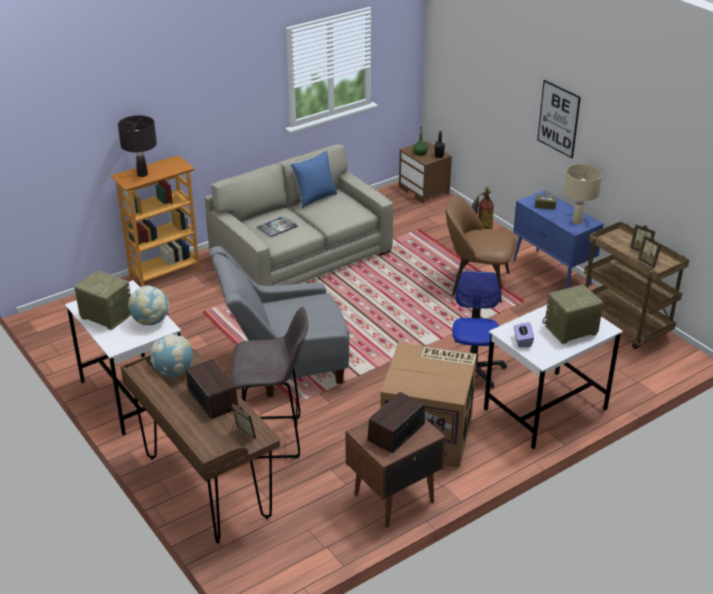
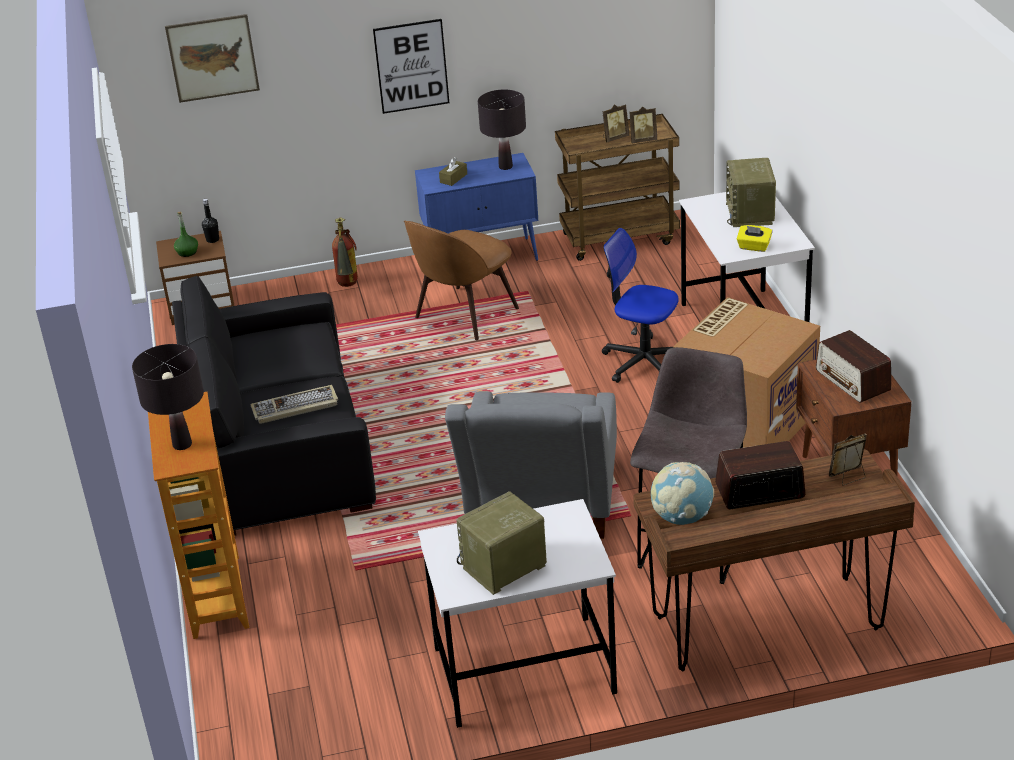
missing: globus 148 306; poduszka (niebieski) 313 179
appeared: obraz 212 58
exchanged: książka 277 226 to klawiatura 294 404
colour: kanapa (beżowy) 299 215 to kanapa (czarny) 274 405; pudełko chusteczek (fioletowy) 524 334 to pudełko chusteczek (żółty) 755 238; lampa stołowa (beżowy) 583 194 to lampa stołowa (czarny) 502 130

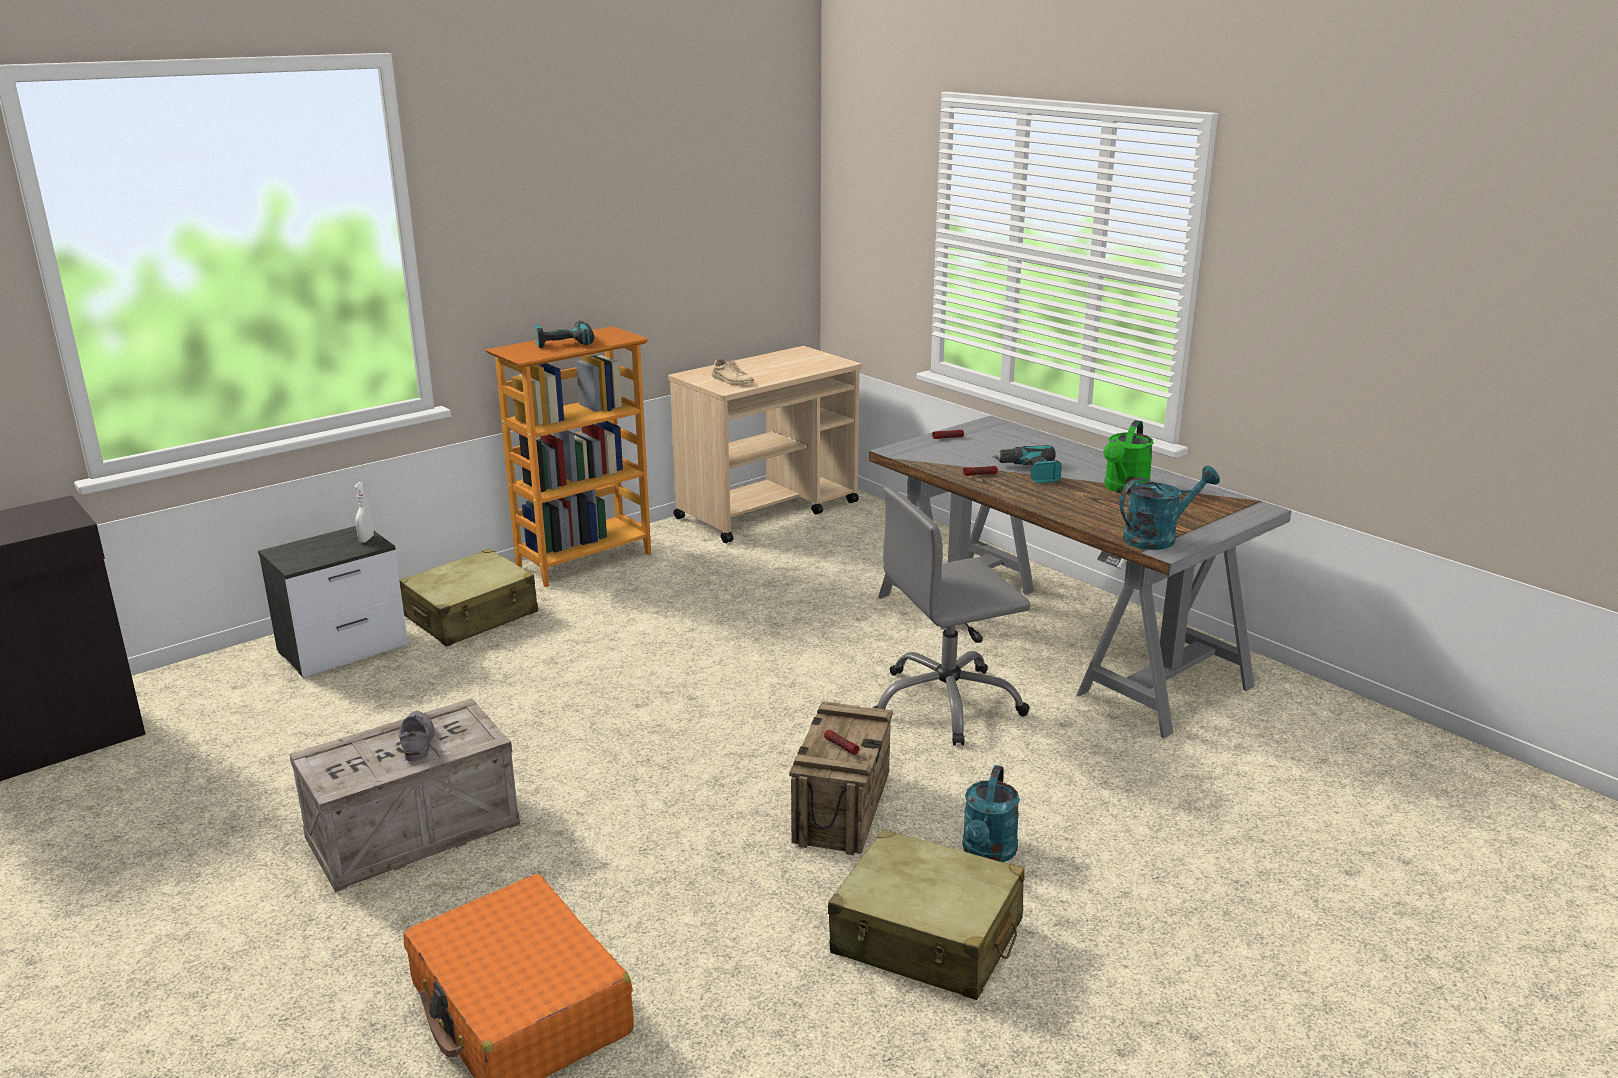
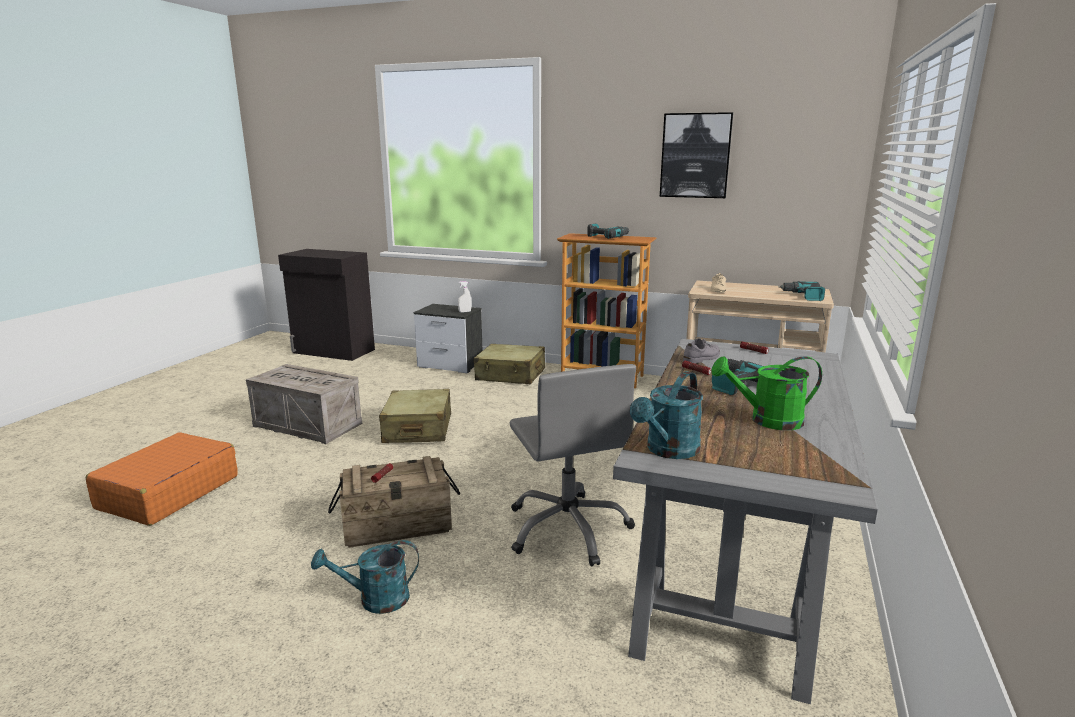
appeared: obraz 696 155; wiertarka 801 291
relocated: but (szary) 417 736 to 701 351; walizka (beżowy) 926 914 to 415 416
spun: krzesło biurowe (szary) 951 615 = 573 465 150 degrees counterclockwise; konewka (turkusowy) 1169 508 = 666 415 90 degrees clockwise

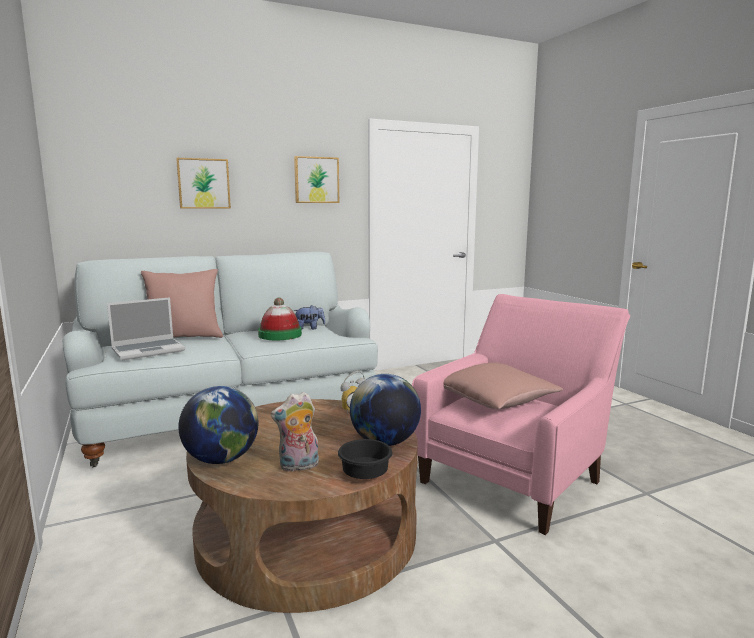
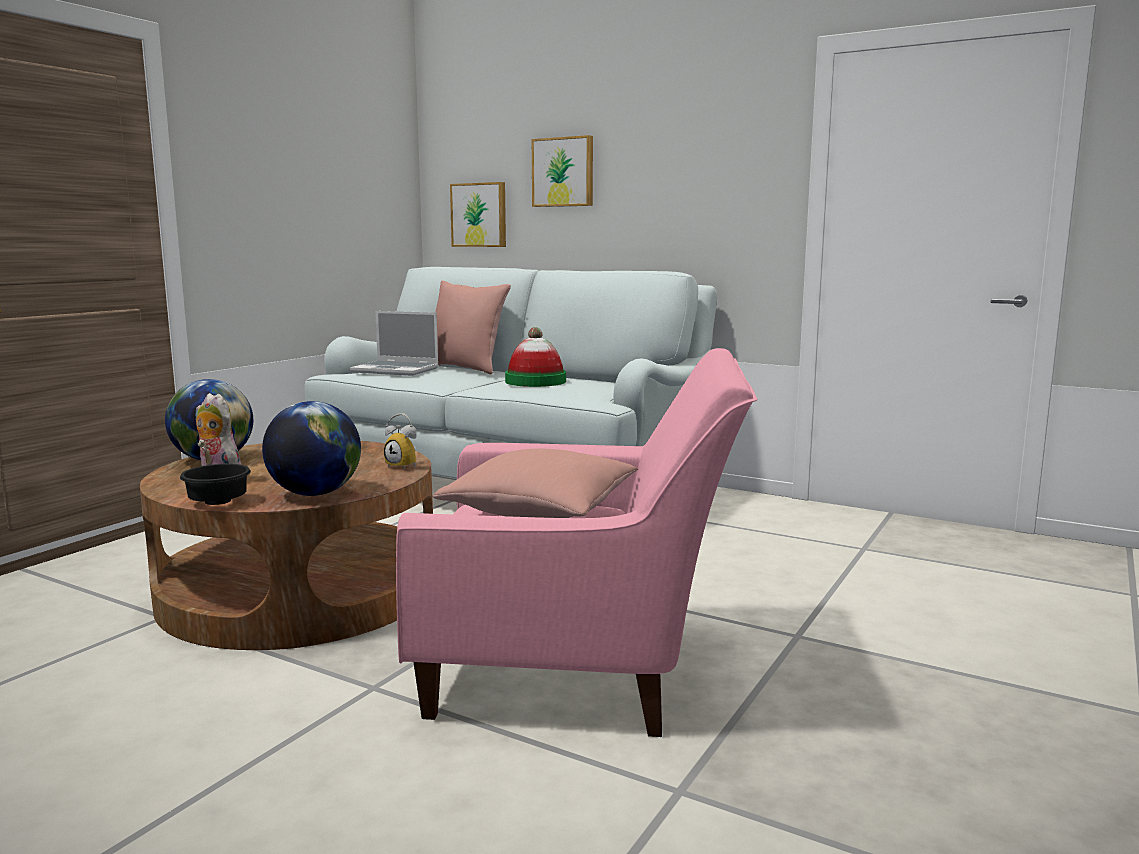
missing: pluszak 309 317
relocated: obraz 316 179 to 478 214

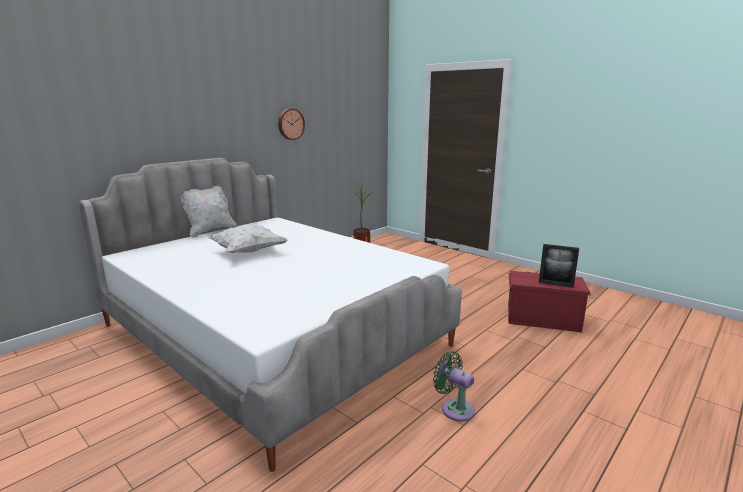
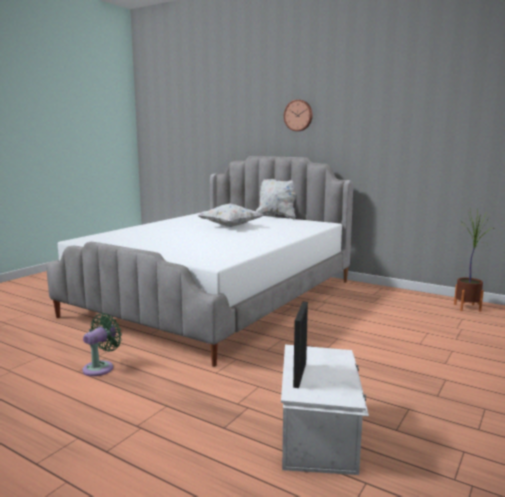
relocated: zegar ścienny 291 124 to 298 115
colour: pojemnik do przechowywania (czerwony) 549 301 to pojemnik do przechowywania (biały) 325 410

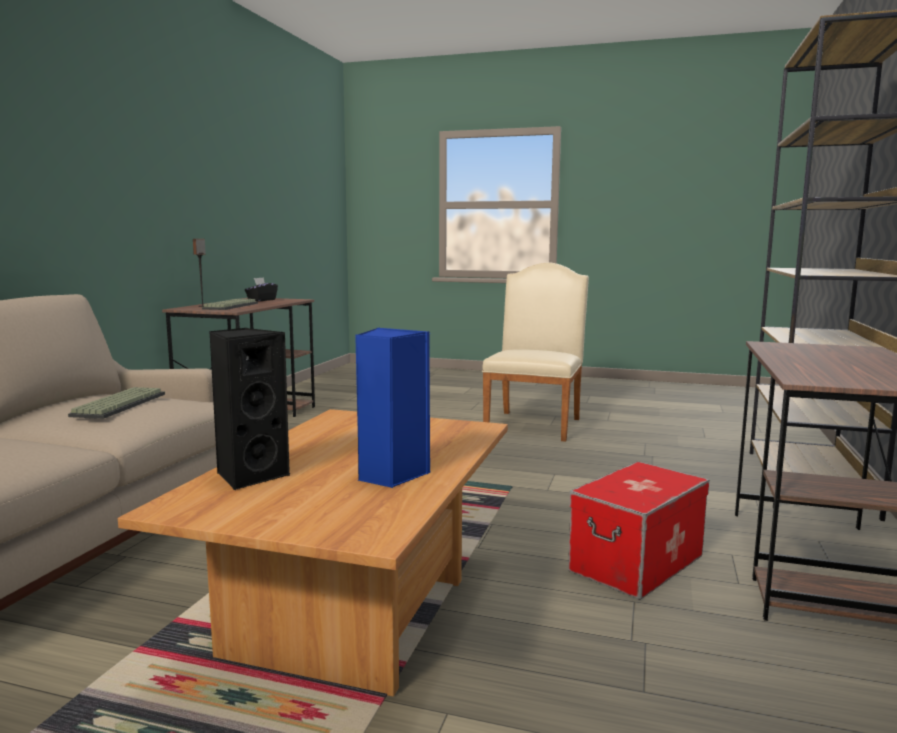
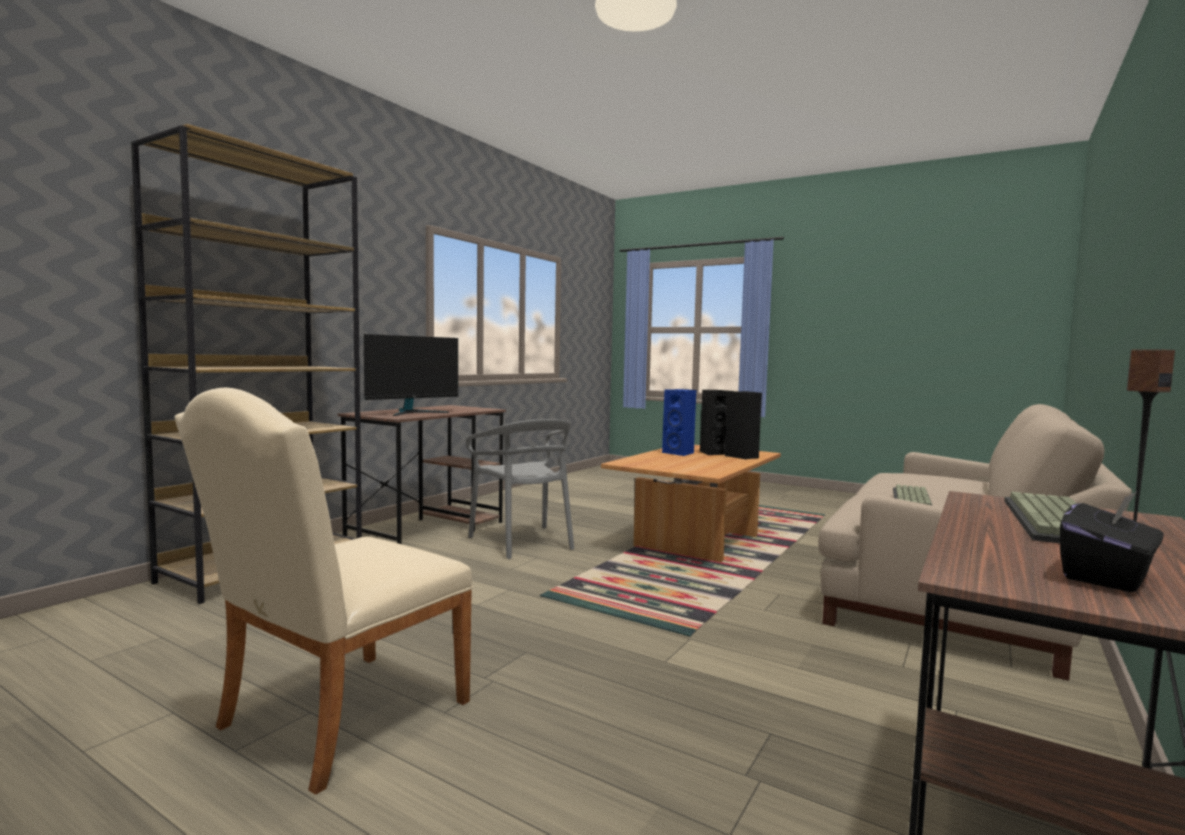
appeared: monitor 411 375; głośnik (czarny) 716 422
exchanged: pojemnik do przechowywania 638 530 to krzesło (szary) 520 489

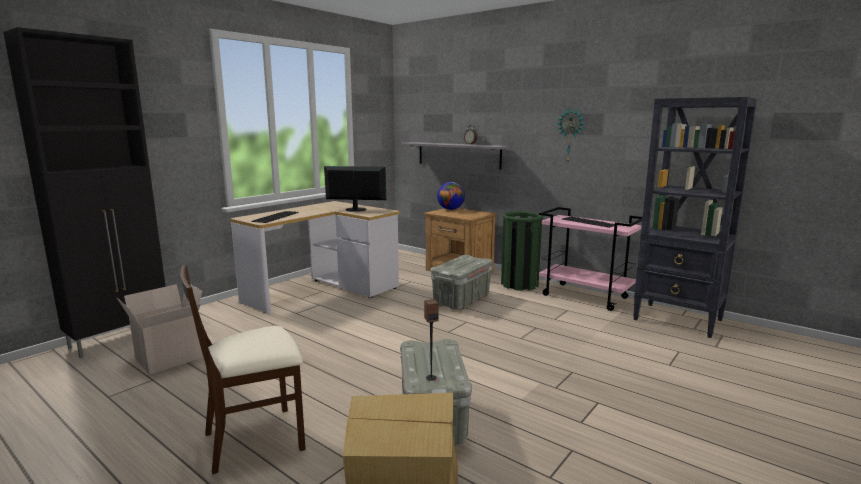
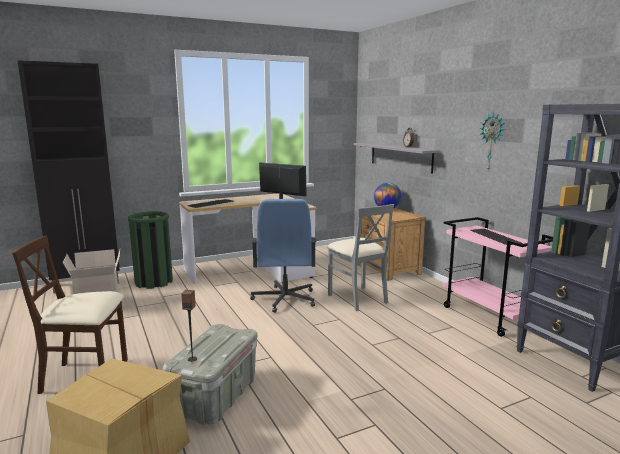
appeared: krzesło biurowe (niebieski) 283 256
relocated: kosz na śmieci (zielony) 522 251 to 150 250
exchanged: pojemnik do przechowywania (szary) 461 282 to krzesło (szary) 360 257

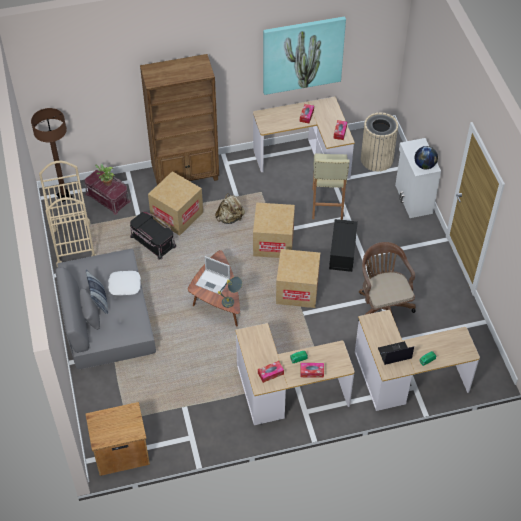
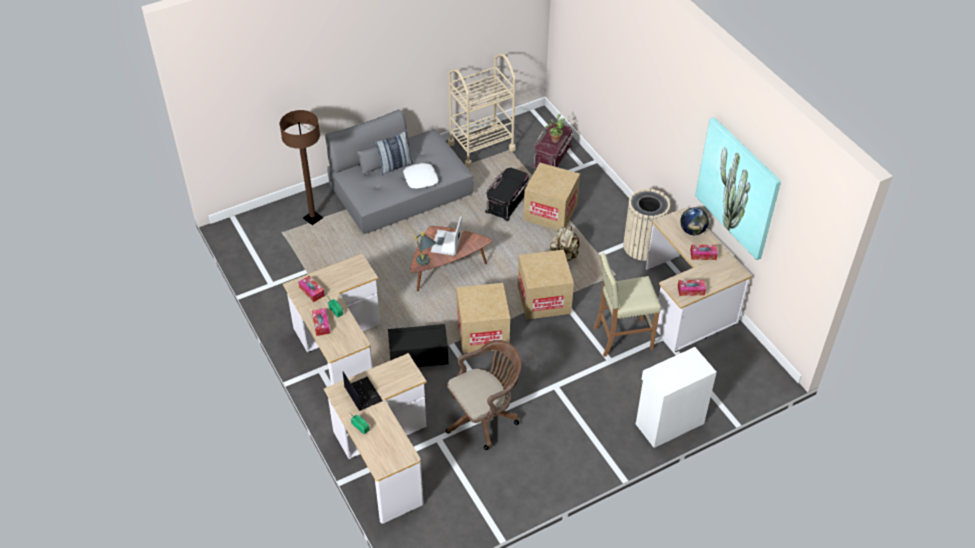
missing: szafka nocna (brązowy) 118 439; regał (brązowy) 179 119
relocated: lampa stojąca (brązowy) 51 155 to 301 167; pojemnik do przechowywania (czarny) 343 245 to 418 345; kosz na śmieci (beżowy) 379 142 to 646 225; globus 426 157 to 694 221

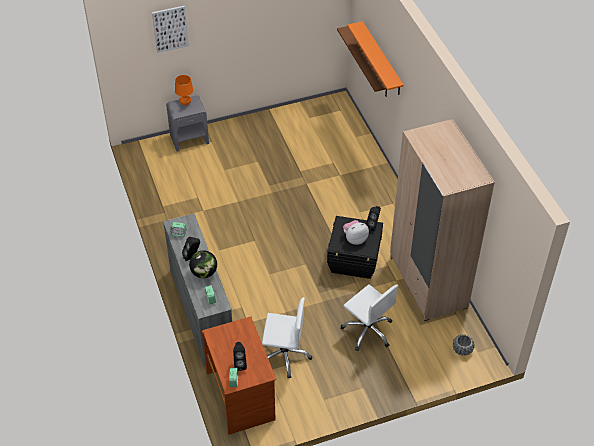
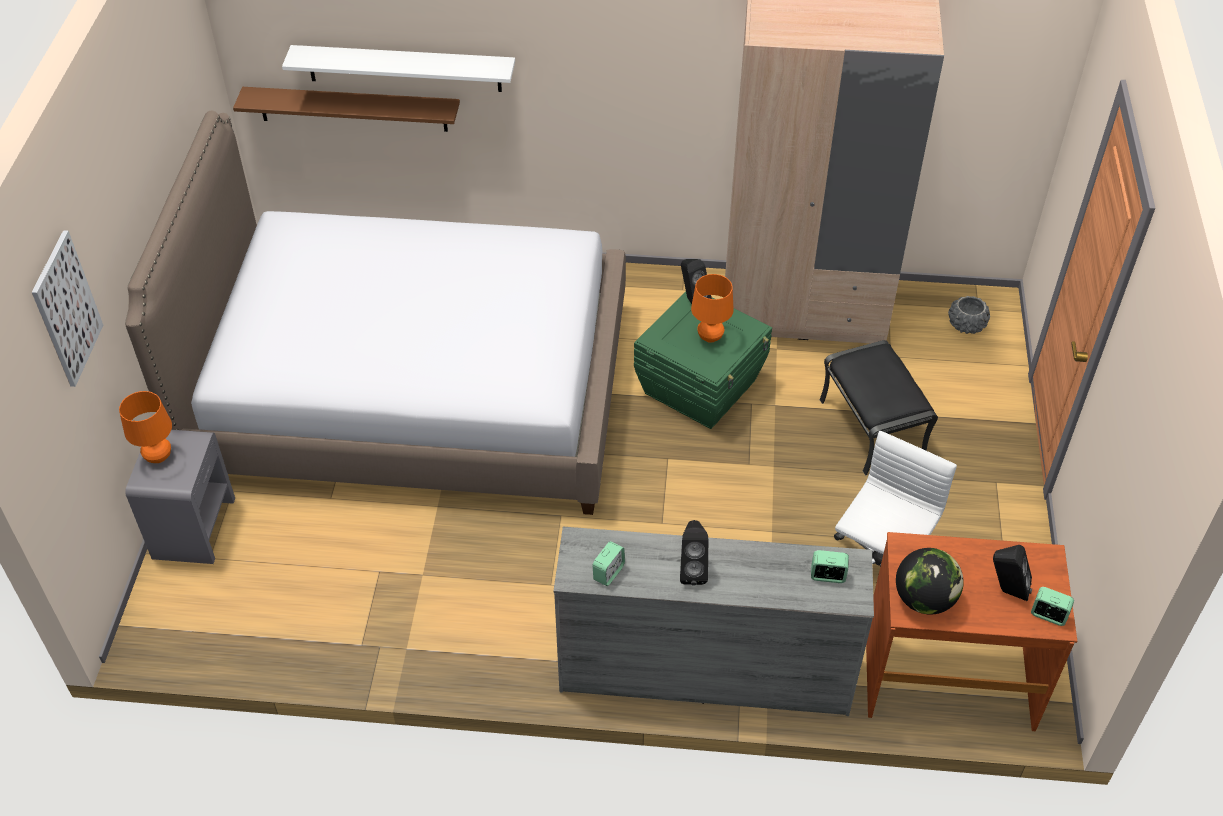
appeared: łóżko 375 313
relocated: globus 203 264 to 930 581
exchanged: krzesło biurowe (biały) 369 317 to pufa (czarny) 879 407; pluszak 356 232 to lampa stołowa (pomarańczowy) 712 308
colour: pojemnik do przechowywania (czarny) 355 247 to pojemnik do przechowywania (zielony) 703 360; półka (pomarańczowy) 376 58 to półka (biały) 398 68

